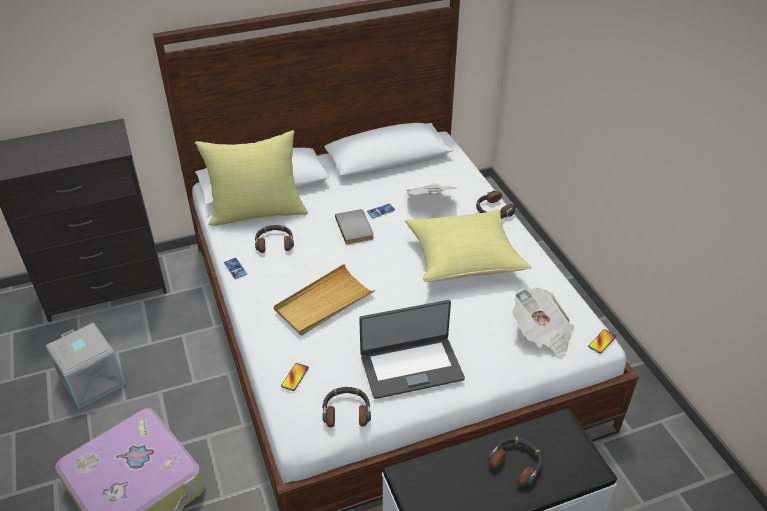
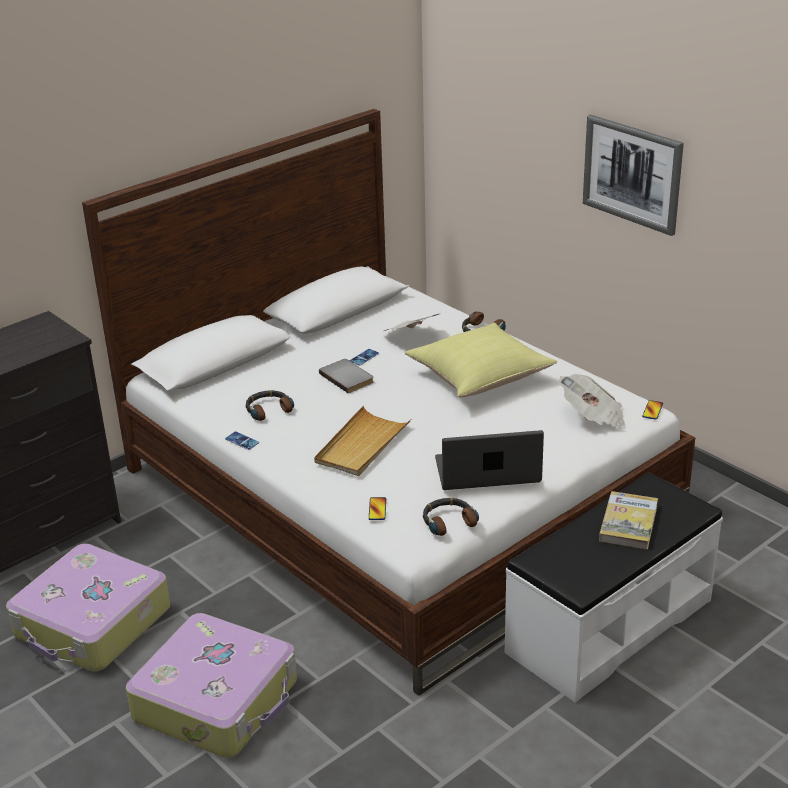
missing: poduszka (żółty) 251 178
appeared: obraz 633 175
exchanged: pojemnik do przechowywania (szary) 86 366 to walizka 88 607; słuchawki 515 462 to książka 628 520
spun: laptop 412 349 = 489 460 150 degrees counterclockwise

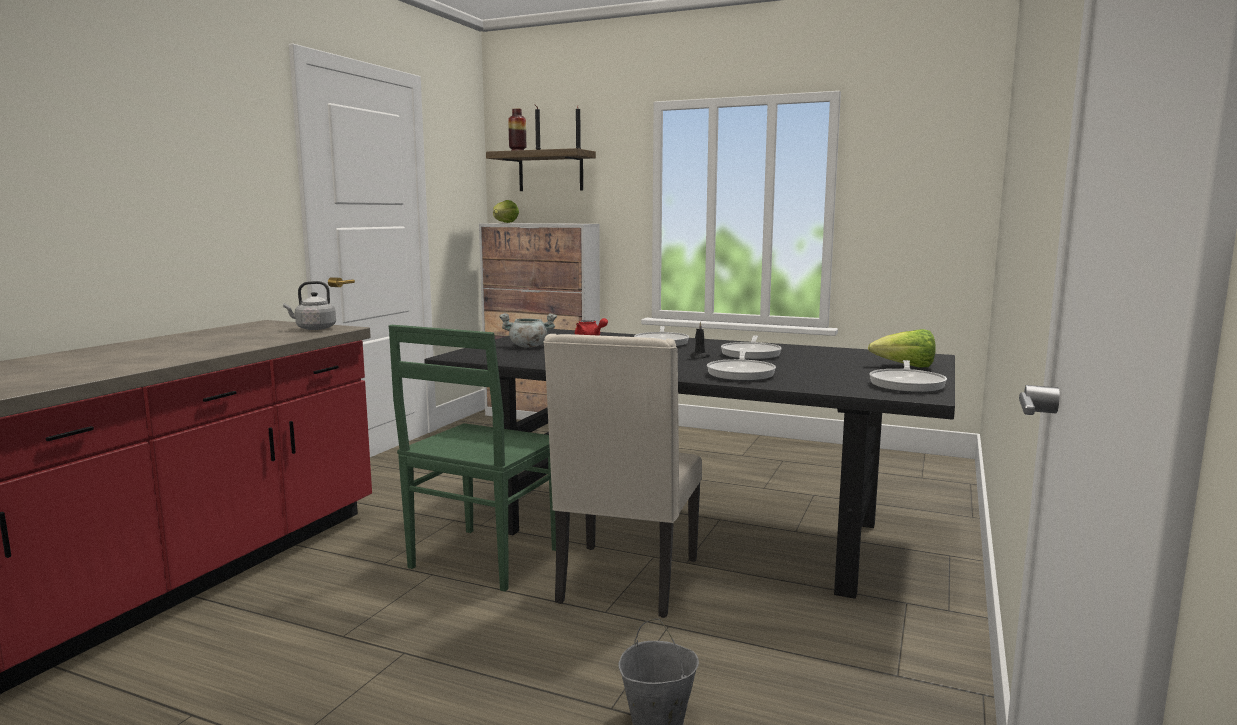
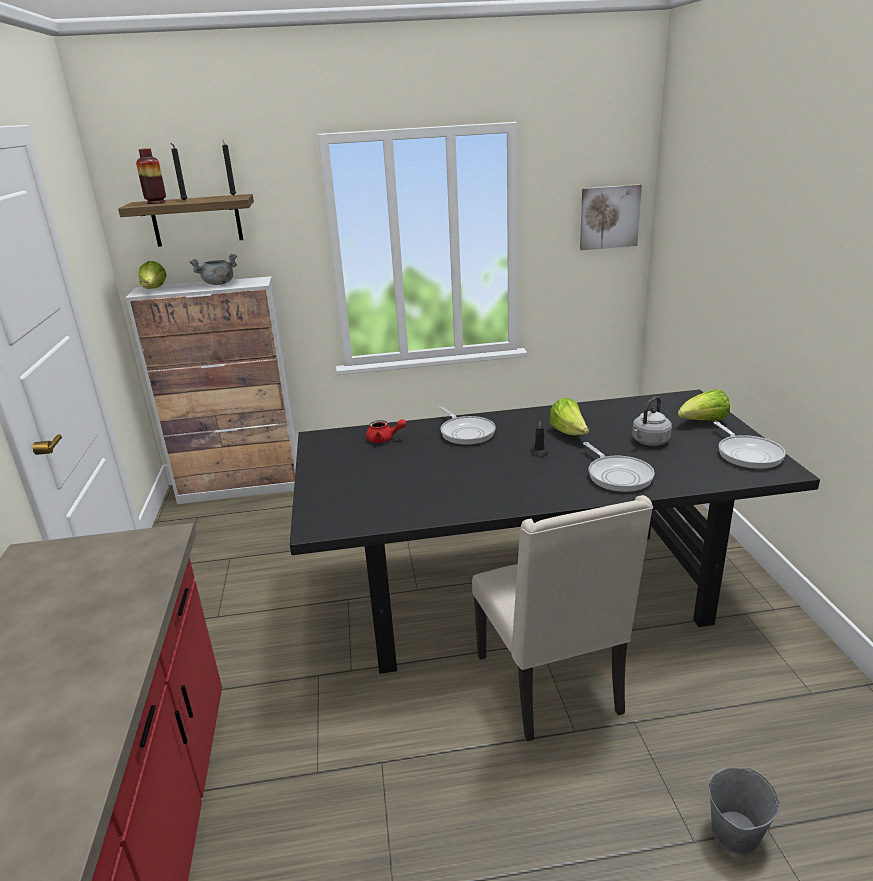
missing: krzesło (zielony) 472 458
appeared: obraz 611 217
relocated: czajnik (szary) 309 305 to 652 421; garnek (szary) 528 330 to 213 269
exchanged: patelnia 751 348 to sałata 569 416

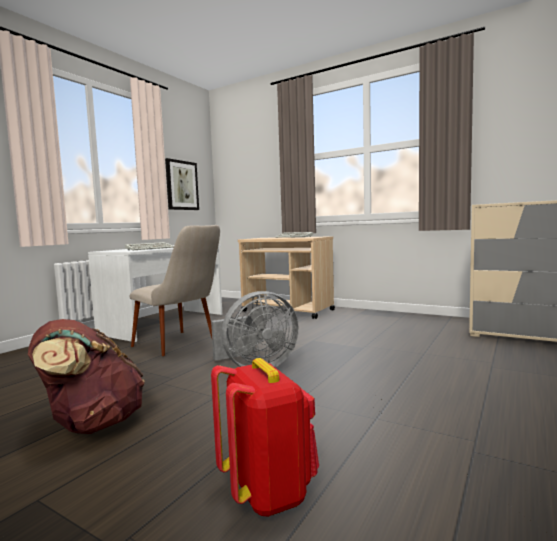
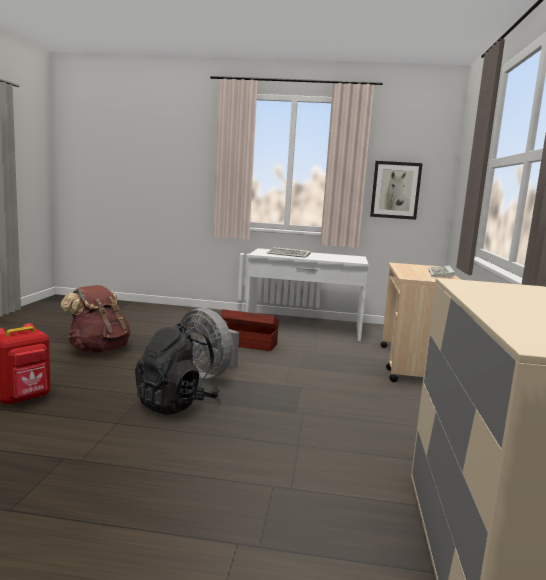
appeared: plecak (czarny) 177 369
exchanged: krzesło (beżowy) 175 290 to pojemnik do przechowywania (brązowy) 250 330

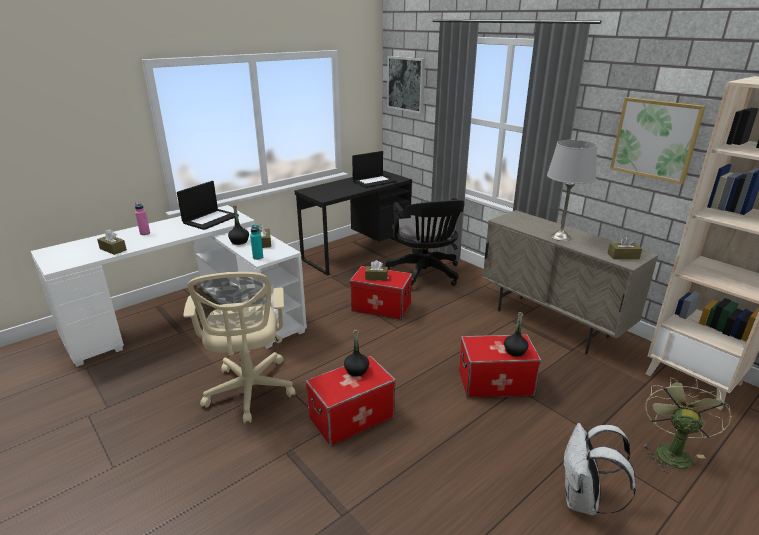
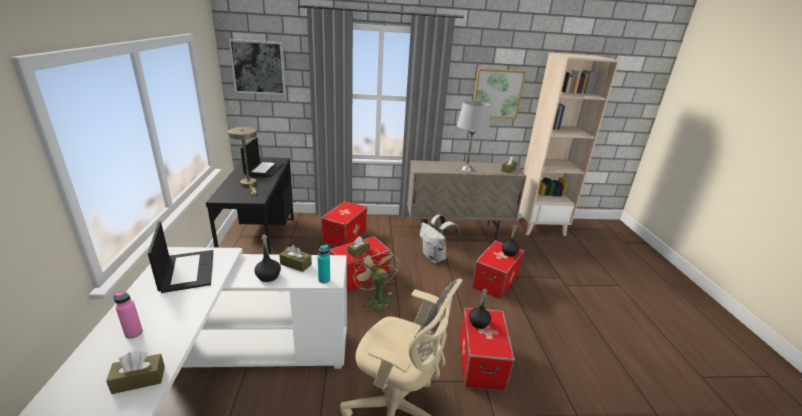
appeared: lampa stołowa (beżowy) 242 160
relocated: plecak (biały) 599 469 to 440 239; wentylator (zielony) 687 425 to 375 281
exchanged: krzesło biurowe (czarny) 425 242 to pojemnik do przechowywania 344 224

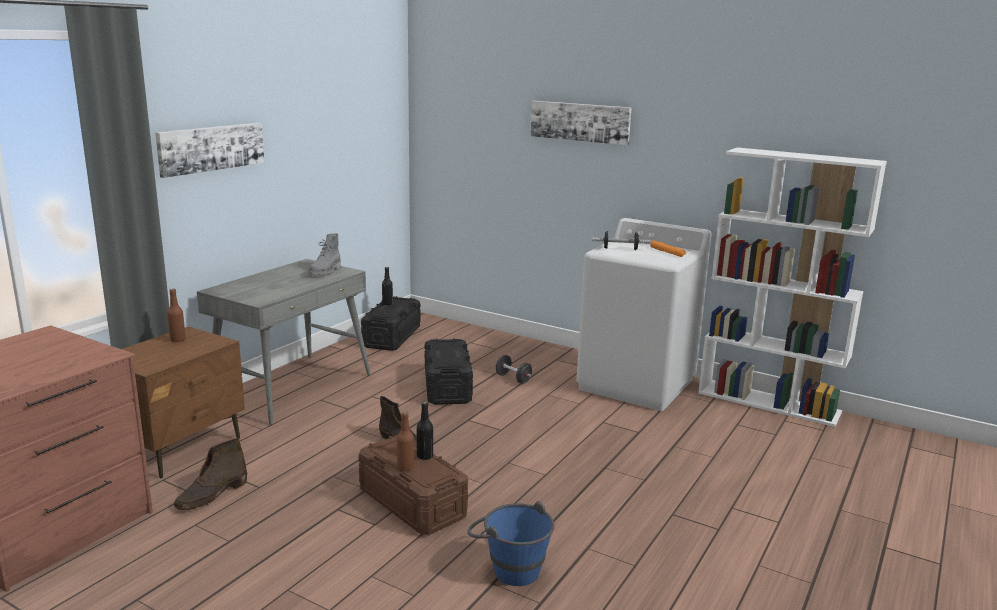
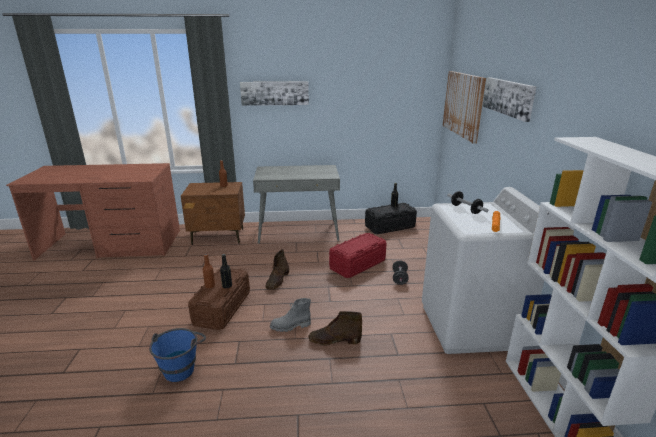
appeared: obraz 464 107
relocated: but z cholewką (brązowy) 210 474 to 335 328; but z cholewką (szary) 324 254 to 290 315
colour: pojemnik do przechowywania (czarny) 449 371 to pojemnik do przechowywania (czerwony) 357 255

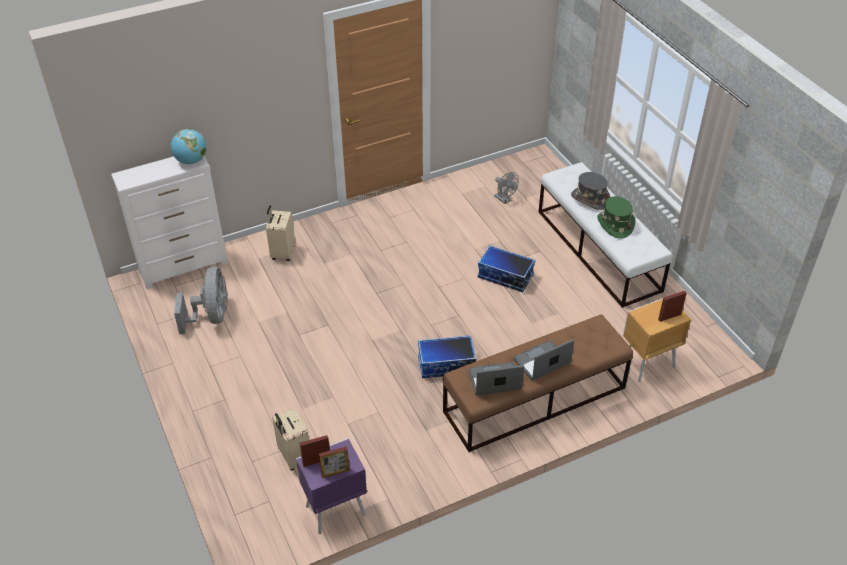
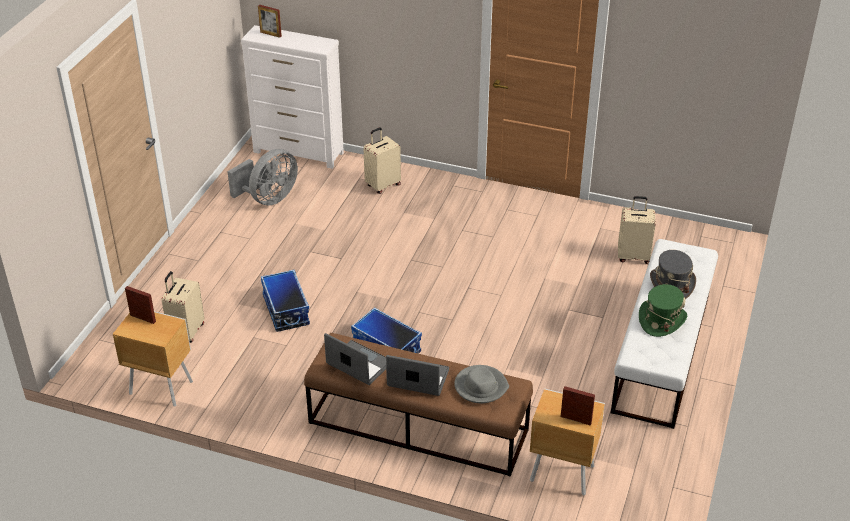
missing: globus 188 146
appeared: kapelusz (szary) 481 384
relocated: ramka na zdjęcie 334 462 to 270 21; pojemnik do przechowywania 506 268 to 285 301
exchanged: wentylator (szary) 506 188 to walizka (beżowy) 637 230
colour: szafka nocna (fioletowy) 331 486 to szafka nocna (brązowy) 153 359

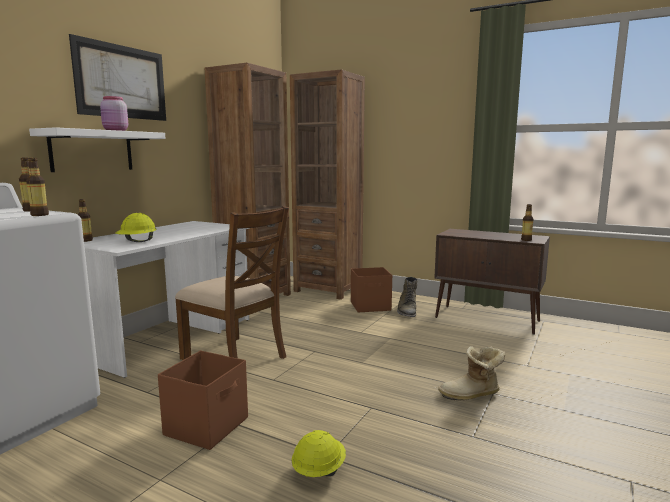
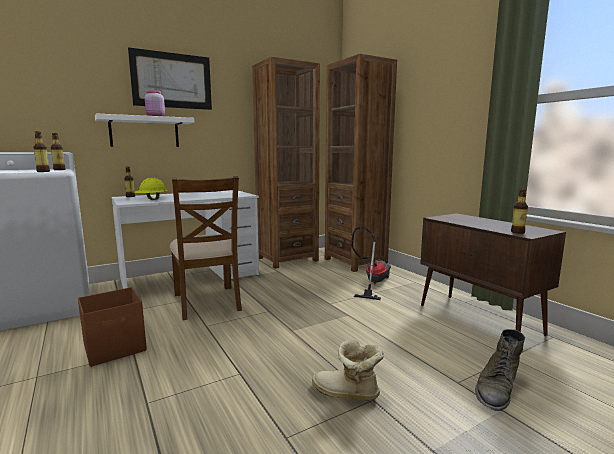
missing: kask (żółty) 318 453
relocated: but z cholewką (zielony) 407 297 to 500 370
exchanged: pojemnik do przechowywania (brązowy) 371 289 to odkurzacz 371 263

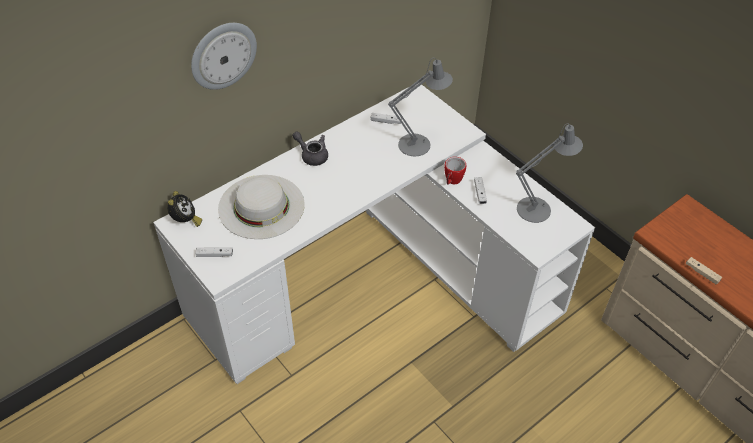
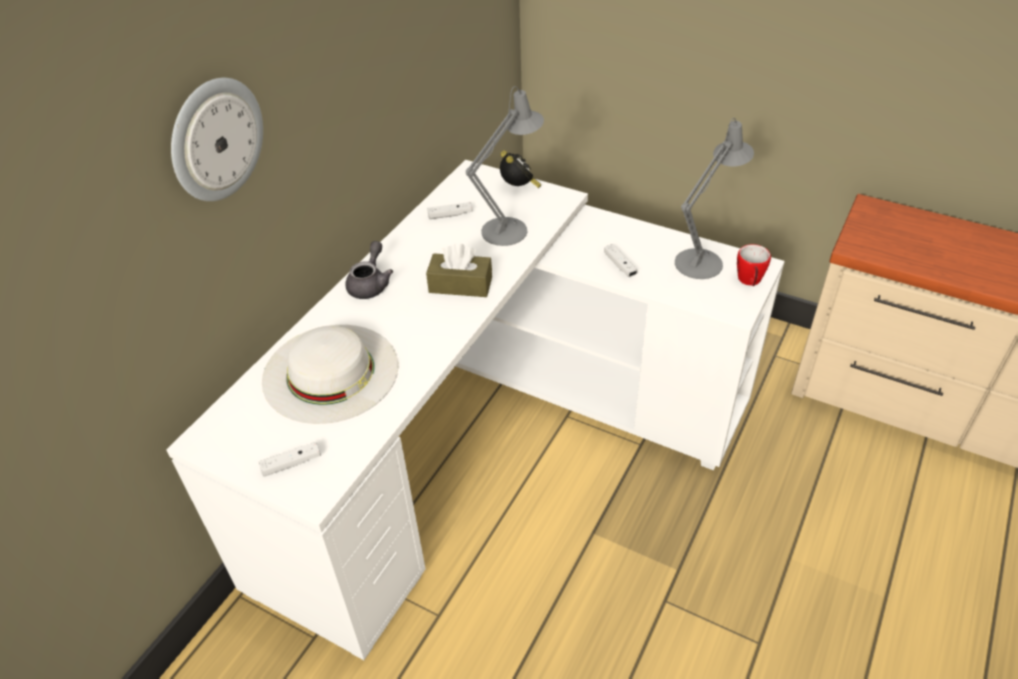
missing: pad do gier (beżowy) 704 271
appeared: pudełko chusteczek (brązowy) 459 270
relocated: budzik 185 209 to 520 169; kubek 455 171 to 754 265
spun: imbryk (szary) 310 148 = 369 270 90 degrees clockwise

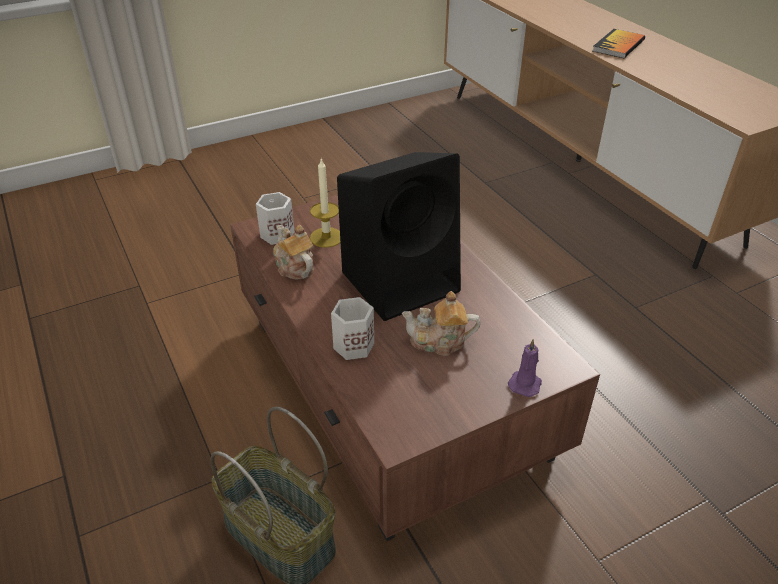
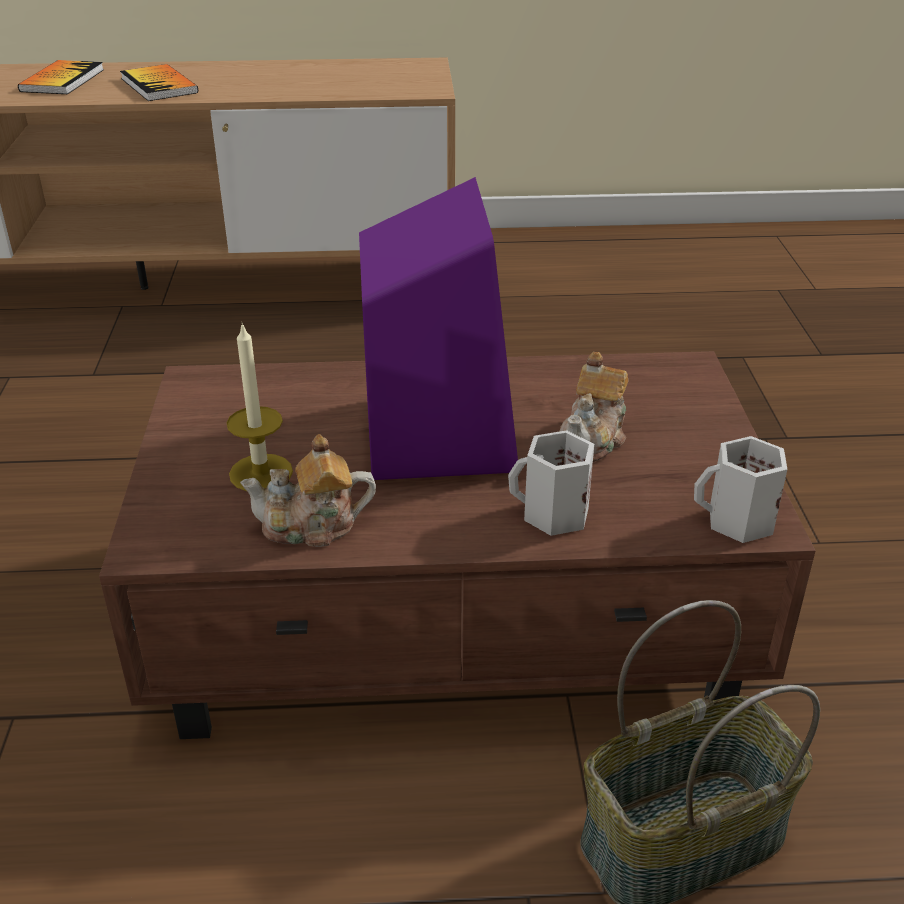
missing: świeca (fioletowy) 525 368
appeared: książka 61 77
relocated: kubek (biały) 275 218 to 740 489
colour: głośnik (czarny) 399 236 to głośnik (fioletowy) 438 328

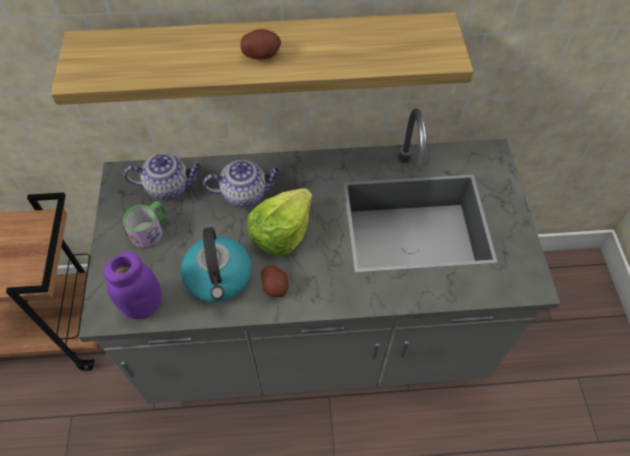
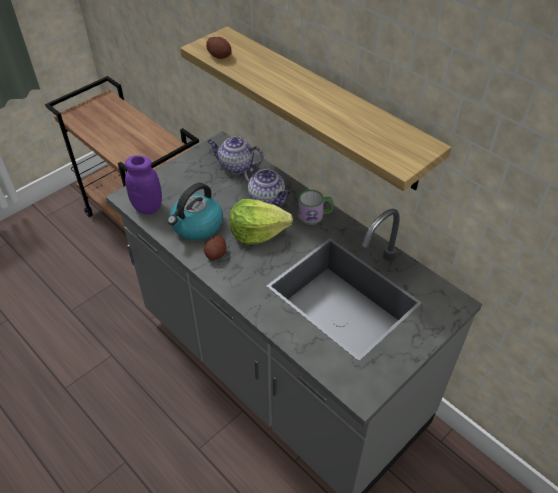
relocated: kubek 144 225 to 316 207; ziemniak 260 44 to 219 48
spun: imbryk 162 176 = 235 154 150 degrees clockwise

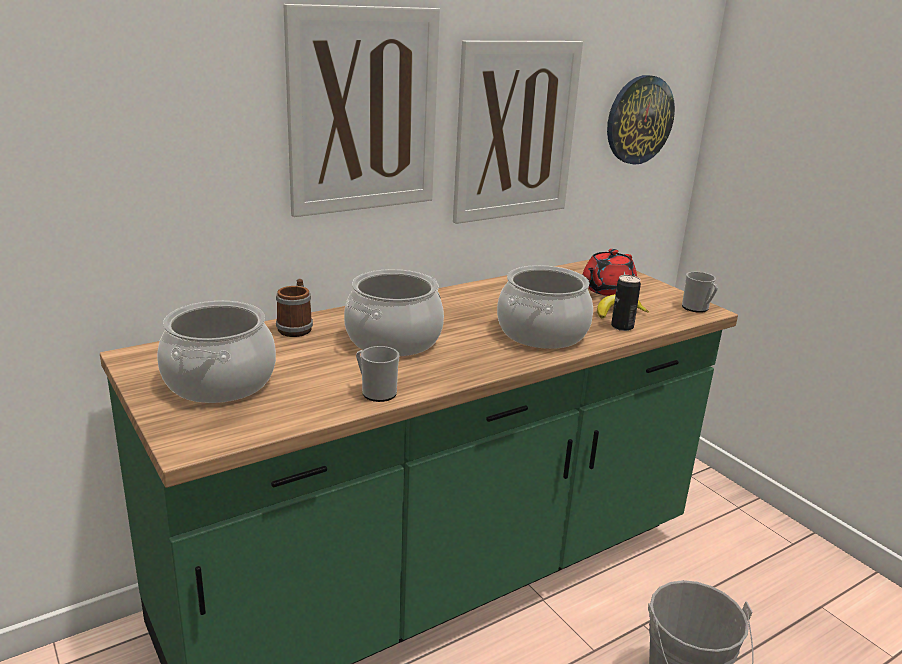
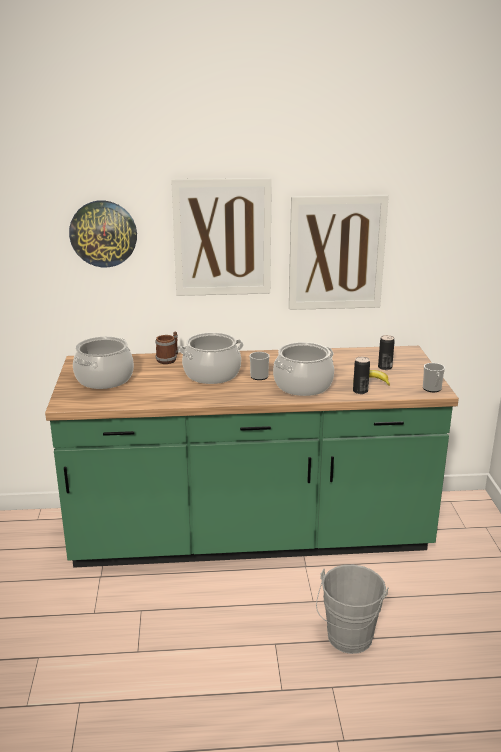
relocated: kubek 377 374 to 260 366; zegar ścienny 641 120 to 103 233
exchanged: imbryk (czerwony) 609 272 to puszka 386 352

